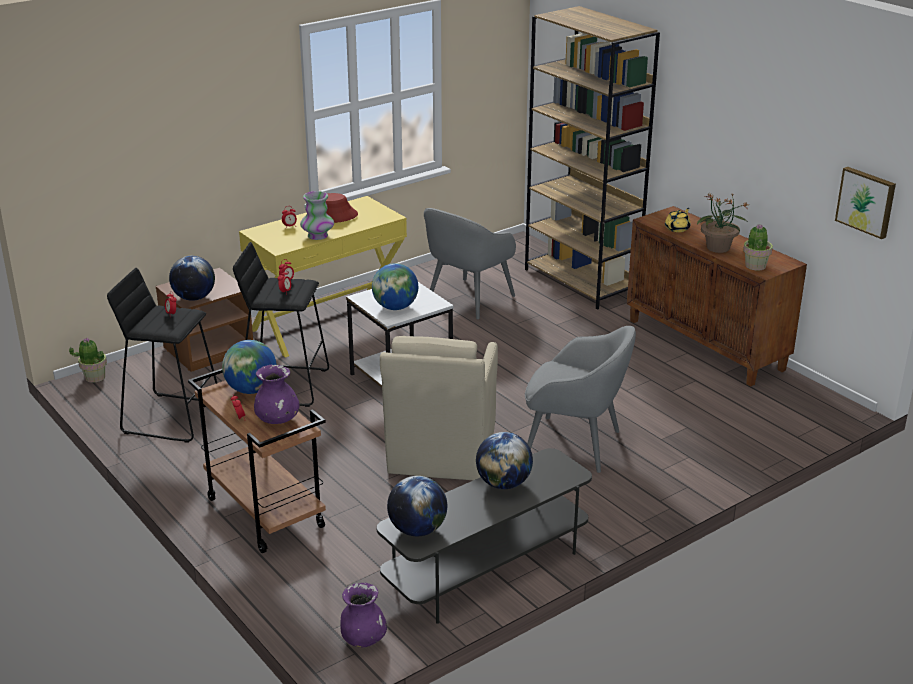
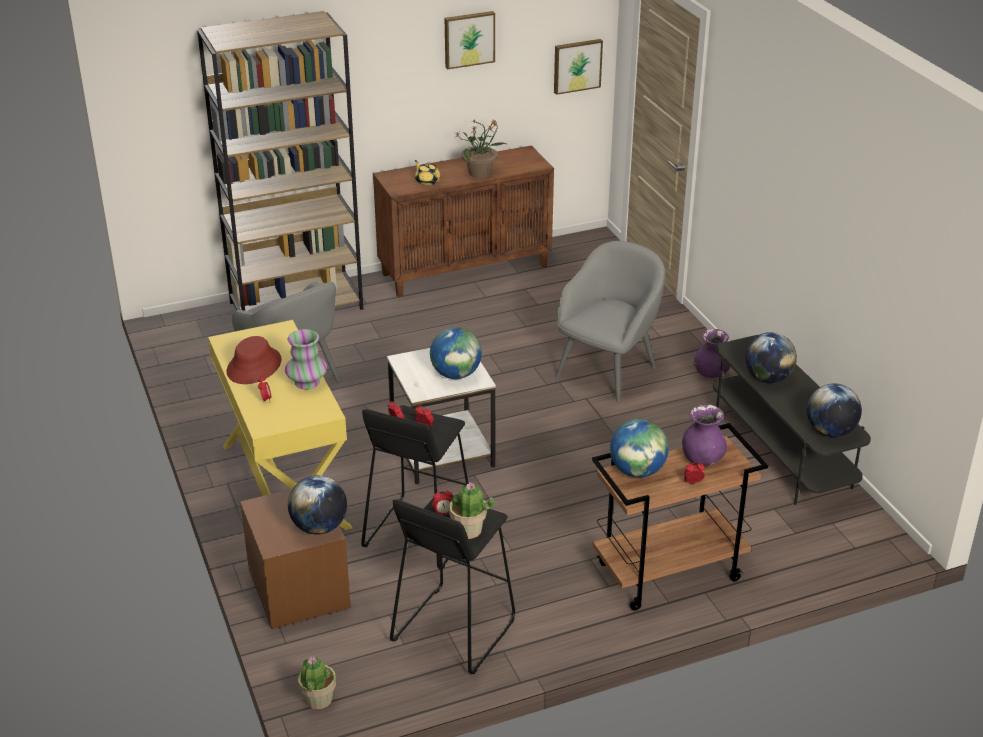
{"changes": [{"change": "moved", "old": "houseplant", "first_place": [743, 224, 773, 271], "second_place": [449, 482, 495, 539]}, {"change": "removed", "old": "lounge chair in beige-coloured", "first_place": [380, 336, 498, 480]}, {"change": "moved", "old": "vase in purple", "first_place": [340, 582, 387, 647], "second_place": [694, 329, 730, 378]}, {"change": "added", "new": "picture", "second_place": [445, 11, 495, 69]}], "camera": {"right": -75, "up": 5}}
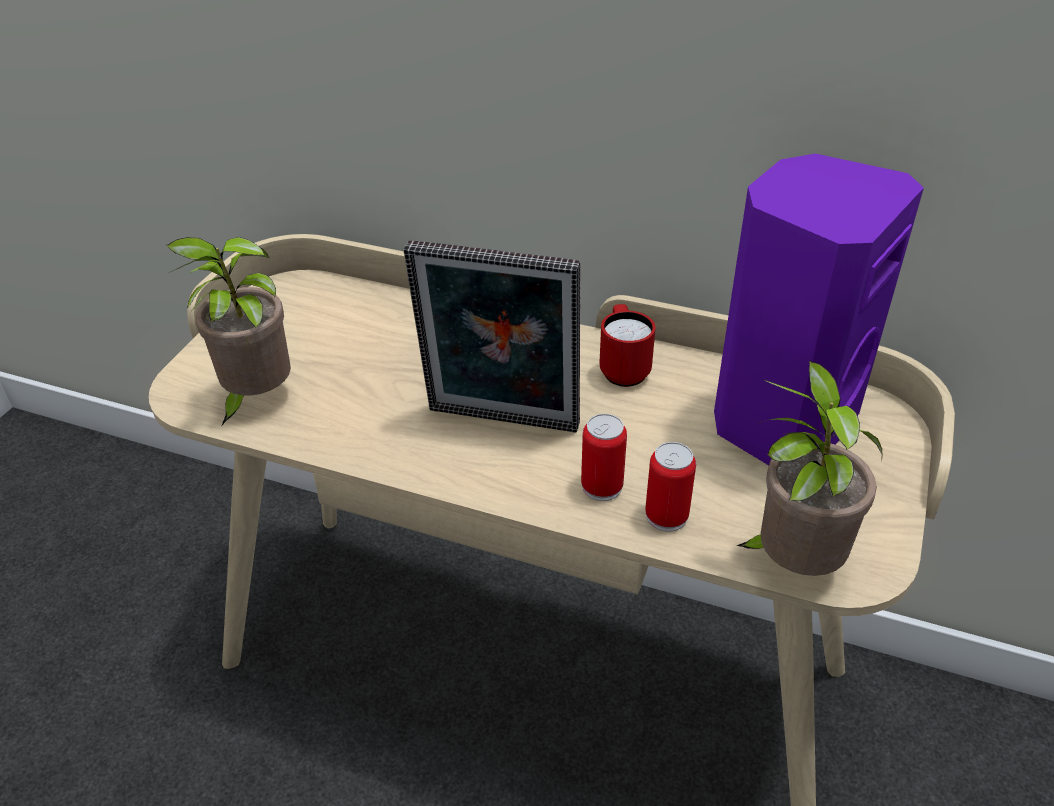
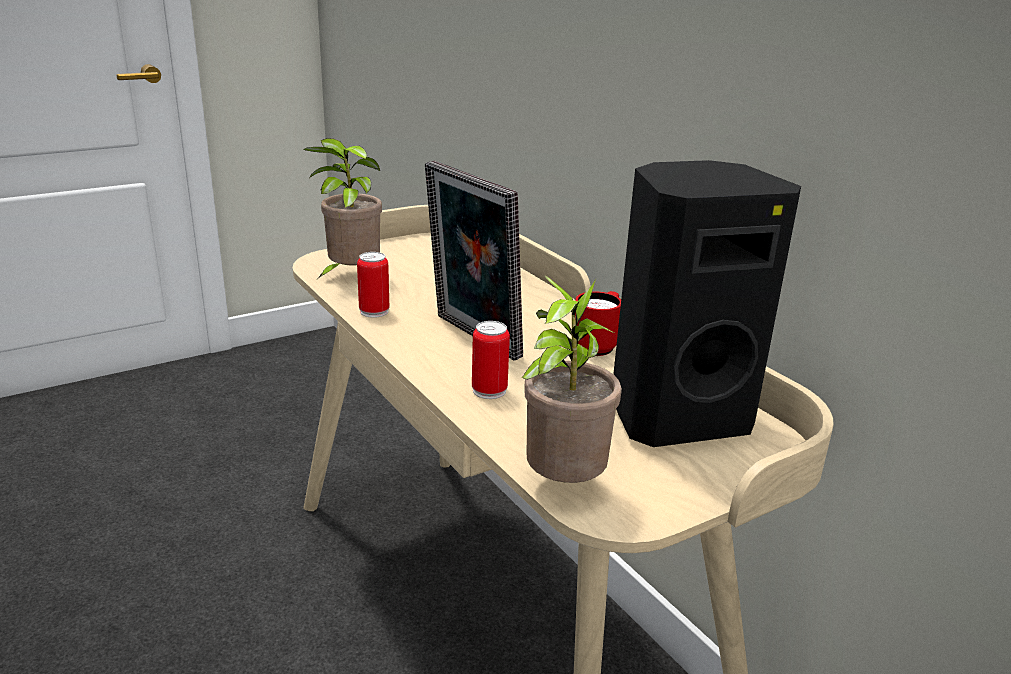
{"changes": [{"change": "recoloured", "old": "audio speaker in purple", "new": "audio speaker in black-coloured", "first_place": [714, 154, 924, 465], "second_place": [613, 160, 801, 447]}, {"change": "moved", "old": "sealed can", "first_place": [645, 442, 696, 532], "second_place": [357, 252, 389, 318]}], "camera": {"right": 35, "up": -15}}
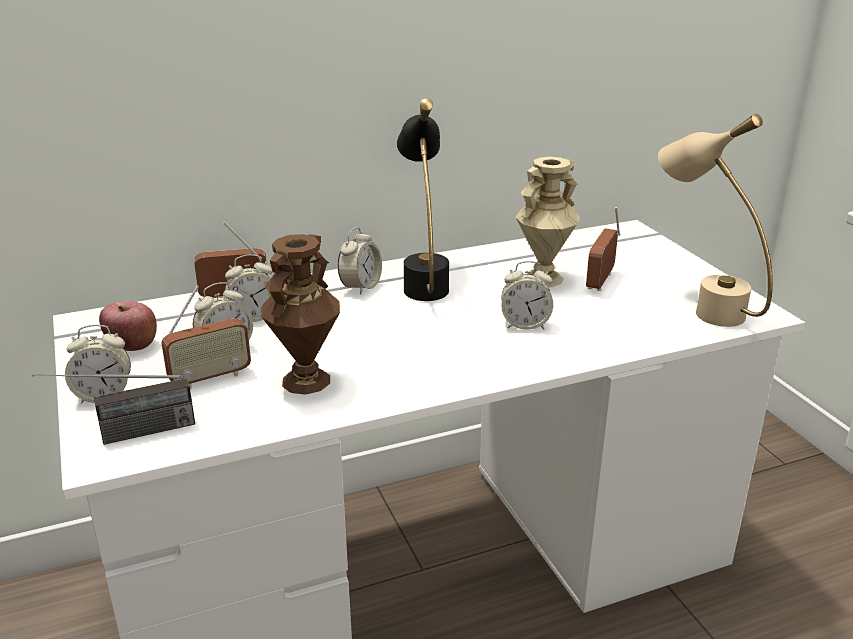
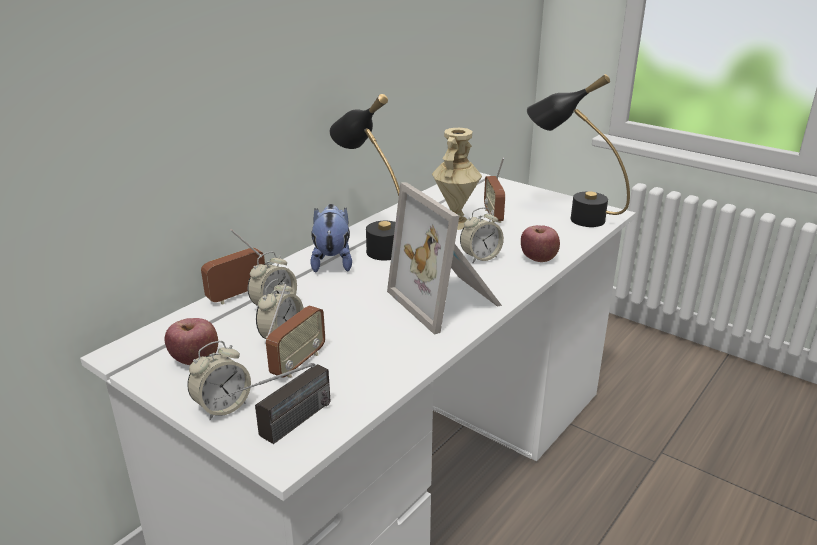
{"changes": [{"change": "recoloured", "old": "table lamp in beige-coloured", "new": "table lamp in black-coloured", "first_place": [658, 114, 773, 327], "second_place": [527, 74, 630, 227]}, {"change": "replaced", "old": "table clock", "new": "plush toy", "first_place": [338, 227, 382, 295], "second_place": [310, 204, 352, 272]}, {"change": "removed", "old": "vase in brownish", "first_place": [261, 234, 340, 395]}, {"change": "added", "new": "picture frame", "second_place": [387, 182, 502, 335]}, {"change": "added", "new": "apple fruit", "second_place": [521, 225, 560, 262]}], "camera": {"right": -30, "up": 0}}
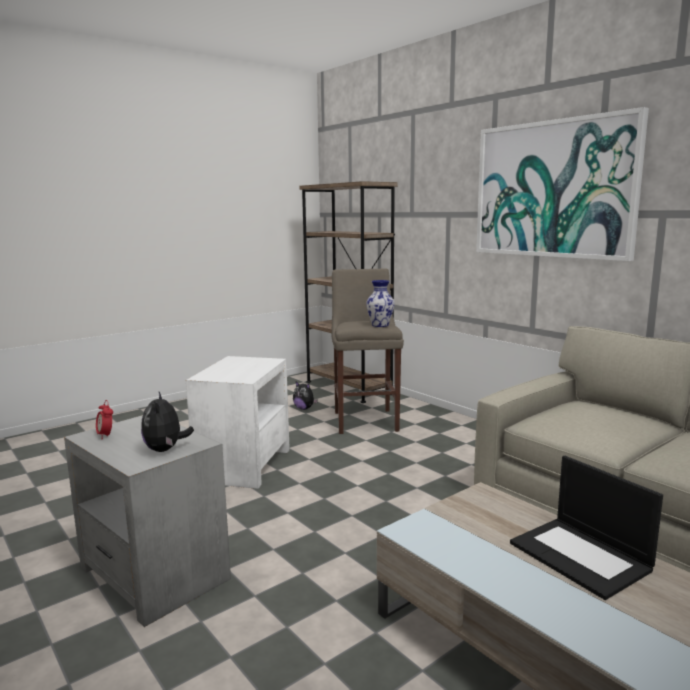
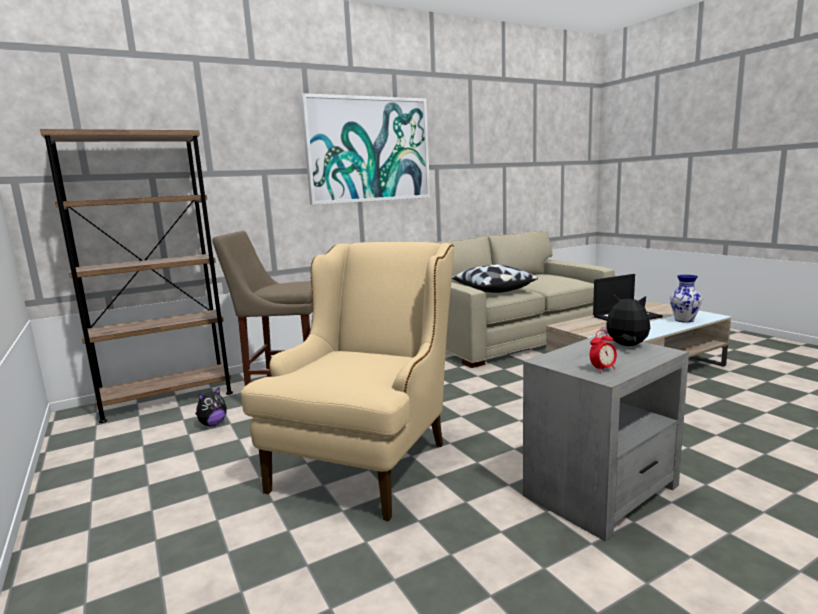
{"changes": [{"change": "moved", "old": "vase", "first_place": [366, 280, 395, 327], "second_place": [670, 275, 702, 323]}, {"change": "replaced", "old": "accent table in white-coloured", "new": "lounge chair in beige-coloured", "first_place": [186, 356, 290, 489], "second_place": [241, 242, 454, 521]}, {"change": "turned", "old": "plush toy", "first_place": [141, 392, 194, 452], "second_place": [601, 294, 650, 346], "degrees": -150}, {"change": "added", "new": "cushion", "second_place": [452, 264, 538, 293]}], "camera": {"right": -80, "up": 0}}
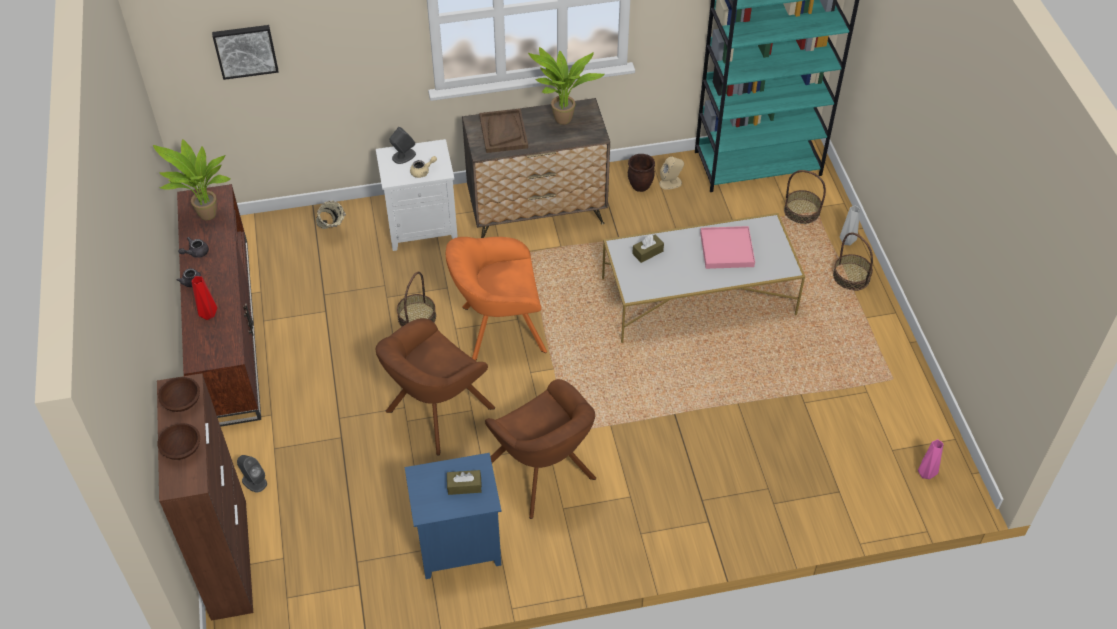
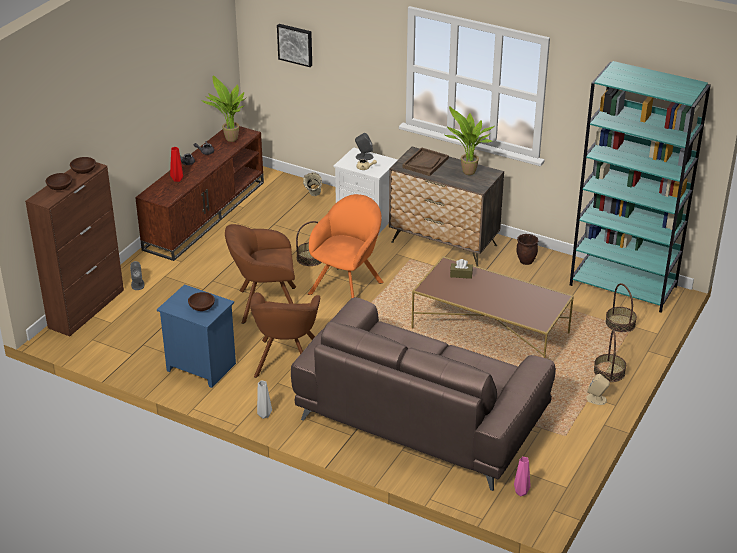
{"changes": [{"change": "moved", "old": "audio speaker in beige-coloured", "first_place": [659, 156, 684, 190], "second_place": [587, 374, 610, 405]}, {"change": "moved", "old": "vase in grey", "first_place": [839, 205, 860, 245], "second_place": [257, 381, 272, 419]}, {"change": "recoloured", "old": "low table in white-coloured", "new": "low table in brownish", "first_place": [602, 213, 805, 343], "second_place": [411, 256, 574, 358]}, {"change": "removed", "old": "tray in pink", "first_place": [700, 226, 755, 269]}, {"change": "turned", "old": "lounge chair in orange-coloured", "first_place": [446, 237, 547, 361], "second_place": [308, 194, 384, 298], "degrees": 90}, {"change": "replaced", "old": "tissue holder in brownish", "new": "serving bowl in brownish", "first_place": [447, 470, 482, 495], "second_place": [188, 292, 215, 311]}, {"change": "added", "new": "settee in brownish", "second_place": [291, 297, 556, 491]}], "camera": {"right": 40, "up": -15}}
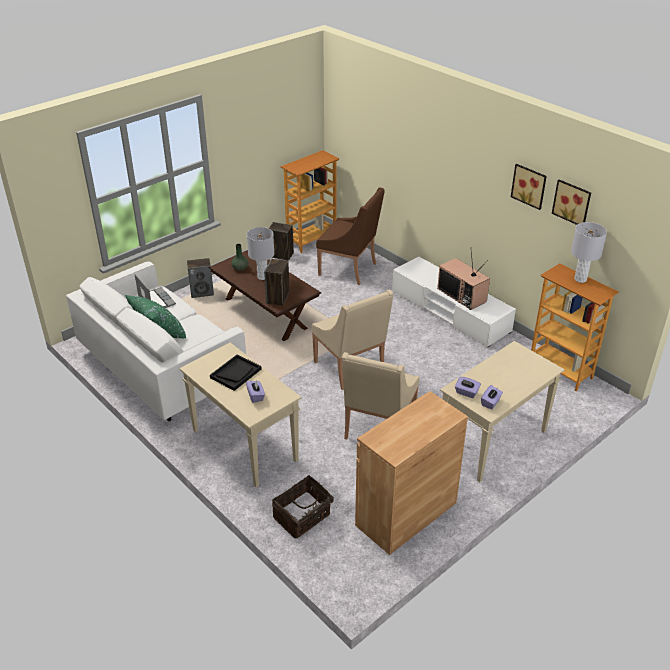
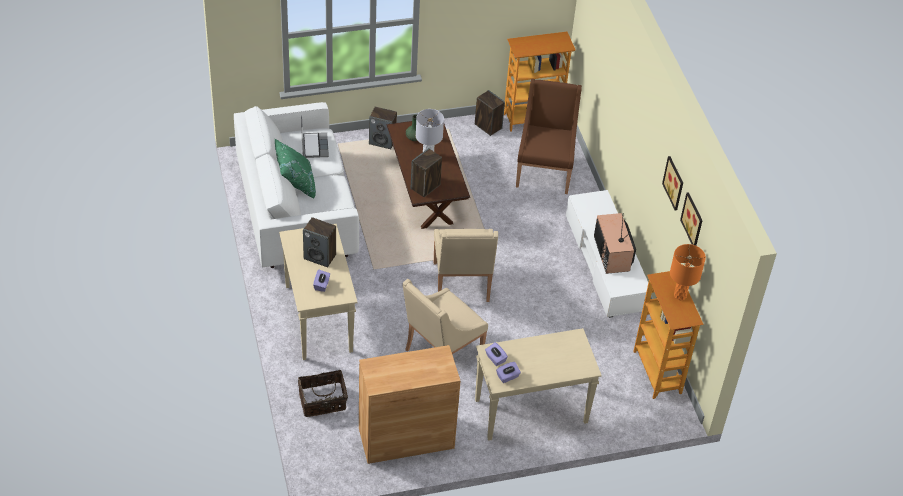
{"changes": [{"change": "turned", "old": "lounge chair in brownish", "first_place": [316, 187, 384, 285], "second_place": [516, 79, 582, 194], "degrees": -135}, {"change": "recoloured", "old": "table lamp in grey", "new": "table lamp in orange-coloured", "first_place": [571, 222, 607, 283], "second_place": [670, 244, 706, 300]}, {"change": "replaced", "old": "tray in black-coloured", "new": "audio speaker", "first_place": [210, 354, 262, 391], "second_place": [303, 217, 336, 267]}], "camera": {"right": 25, "up": 10}}
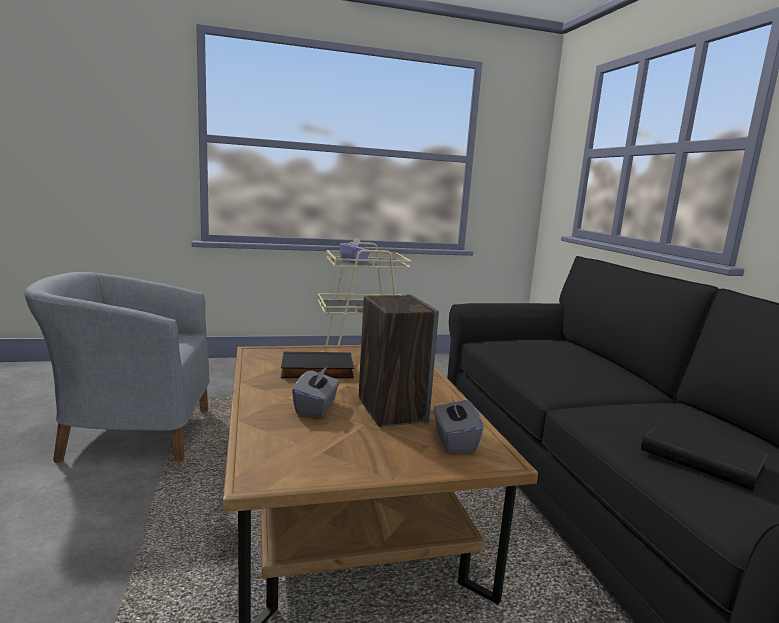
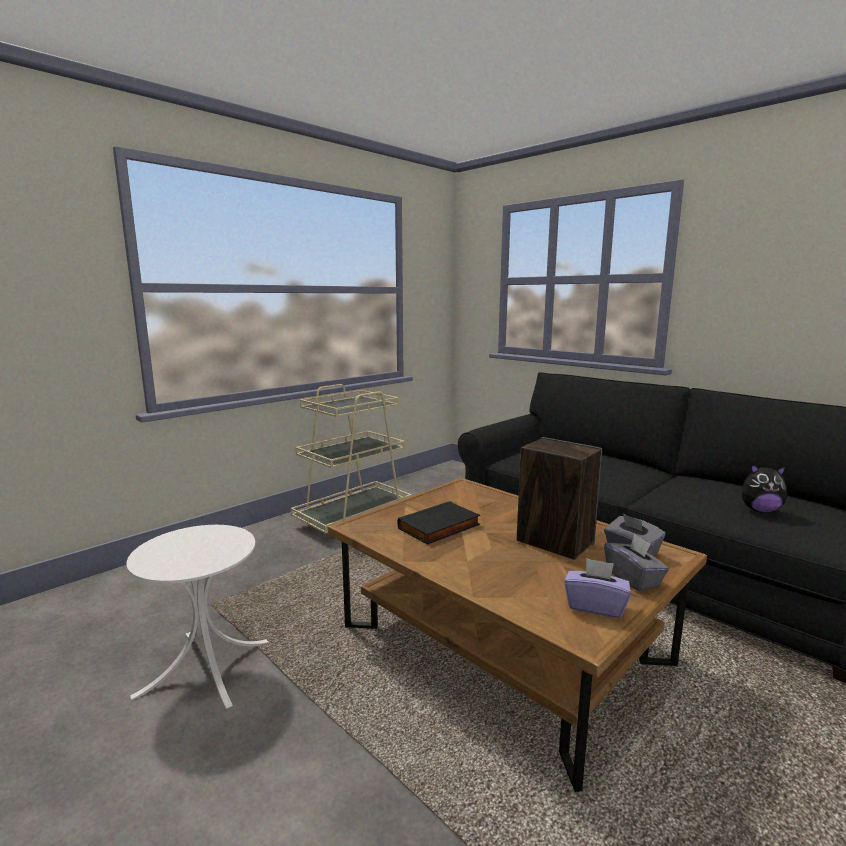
{"changes": [{"change": "moved", "old": "tissue holder in purple", "first_place": [339, 238, 370, 263], "second_place": [564, 558, 631, 618]}, {"change": "replaced", "old": "lounge chair in grey", "new": "accent table in white-coloured", "first_place": [24, 272, 210, 463], "second_place": [126, 525, 268, 709]}, {"change": "moved", "old": "tissue holder in grey", "first_place": [292, 366, 340, 417], "second_place": [604, 534, 669, 592]}, {"change": "replaced", "old": "volume in black-coloured", "new": "plush toy", "first_place": [641, 419, 769, 491], "second_place": [741, 464, 787, 513]}], "camera": {"right": -30, "up": 0}}
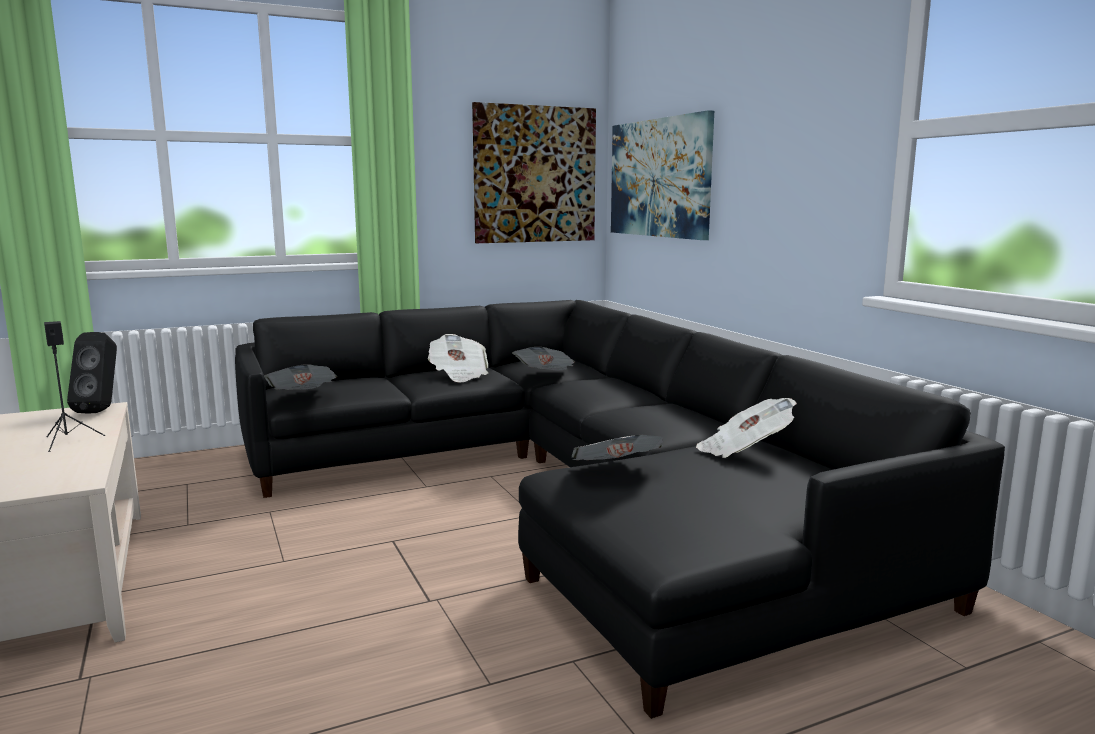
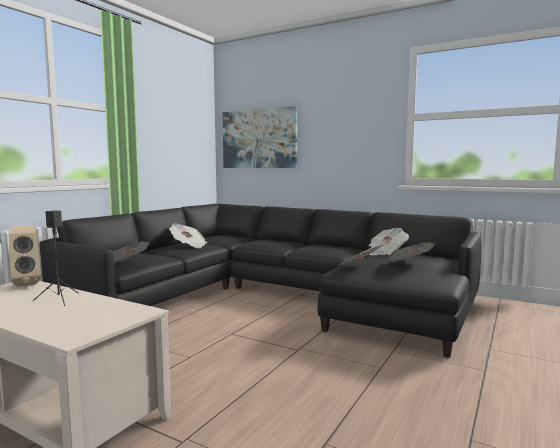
{"changes": [{"change": "removed", "old": "picture", "first_place": [472, 102, 596, 243]}, {"change": "recoloured", "old": "audio speaker in black-coloured", "new": "audio speaker in beige-coloured", "first_place": [67, 332, 117, 413], "second_place": [9, 225, 41, 287]}, {"change": "moved", "old": "printed paper", "first_place": [512, 347, 575, 370], "second_place": [386, 242, 435, 260]}], "camera": {"right": -35, "up": -5}}
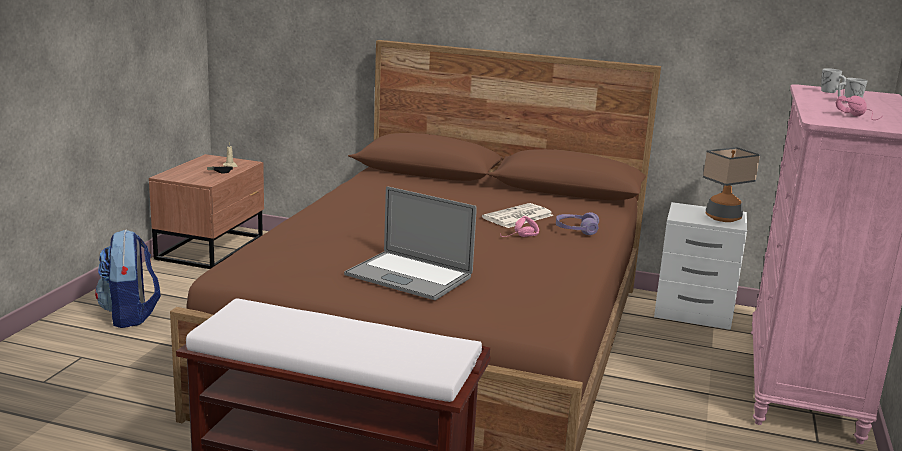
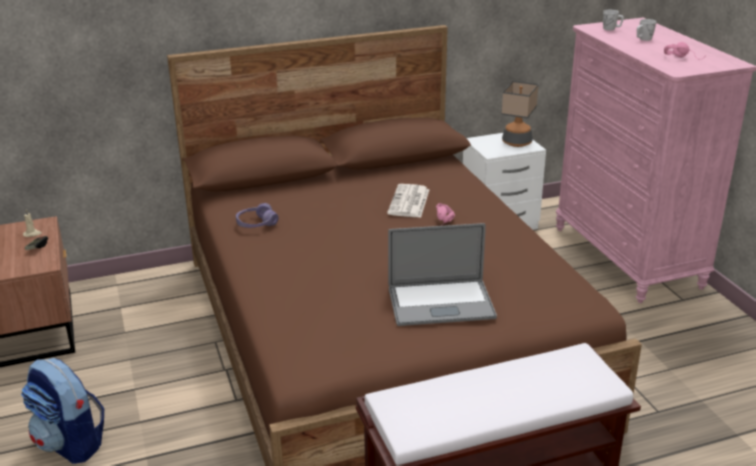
{"changes": [{"change": "moved", "old": "headset in purple", "first_place": [556, 212, 599, 235], "second_place": [236, 203, 279, 228]}], "camera": {"right": -35, "up": 10}}
